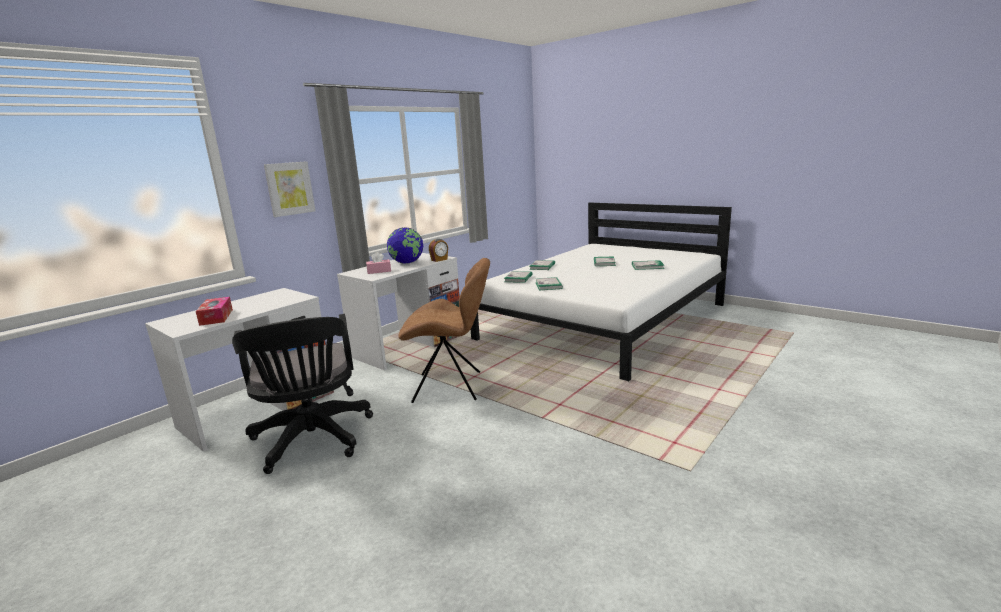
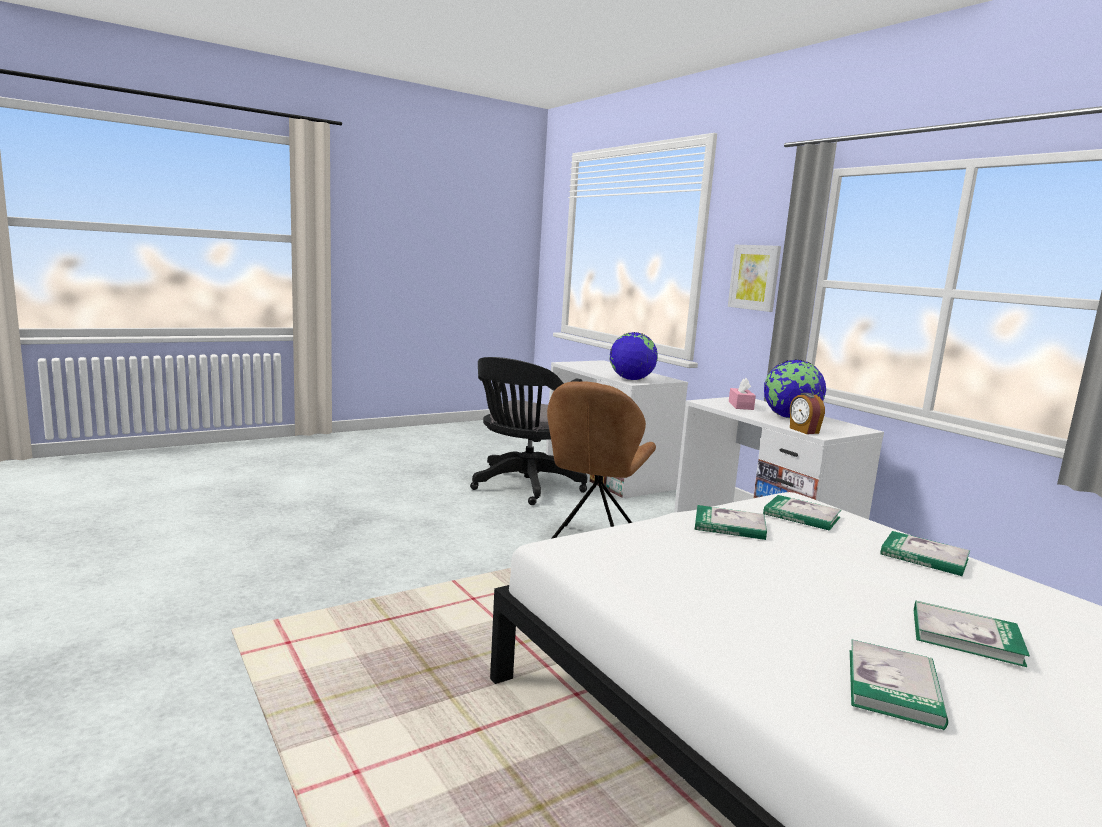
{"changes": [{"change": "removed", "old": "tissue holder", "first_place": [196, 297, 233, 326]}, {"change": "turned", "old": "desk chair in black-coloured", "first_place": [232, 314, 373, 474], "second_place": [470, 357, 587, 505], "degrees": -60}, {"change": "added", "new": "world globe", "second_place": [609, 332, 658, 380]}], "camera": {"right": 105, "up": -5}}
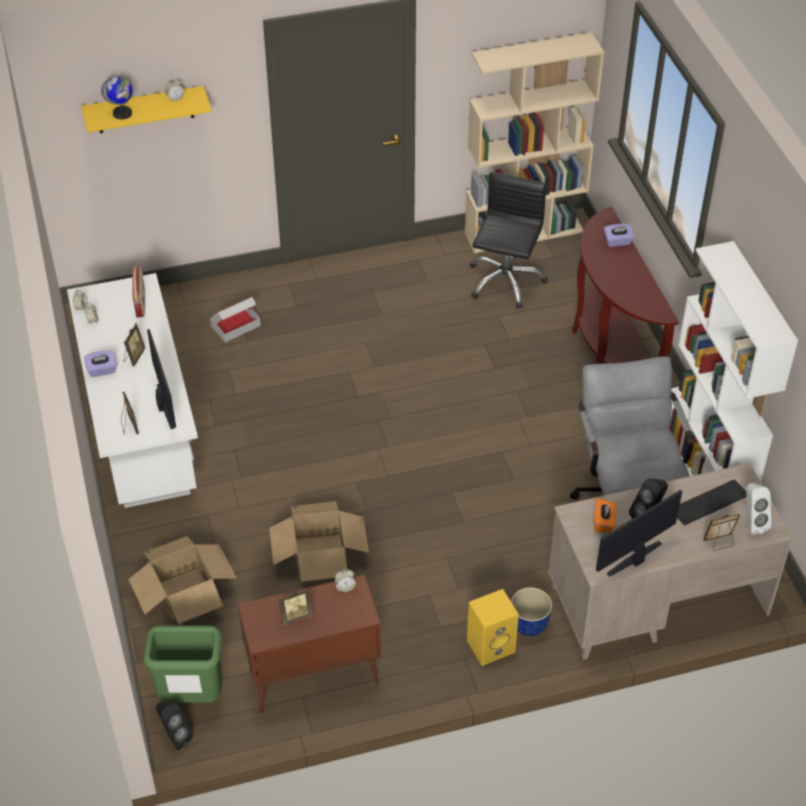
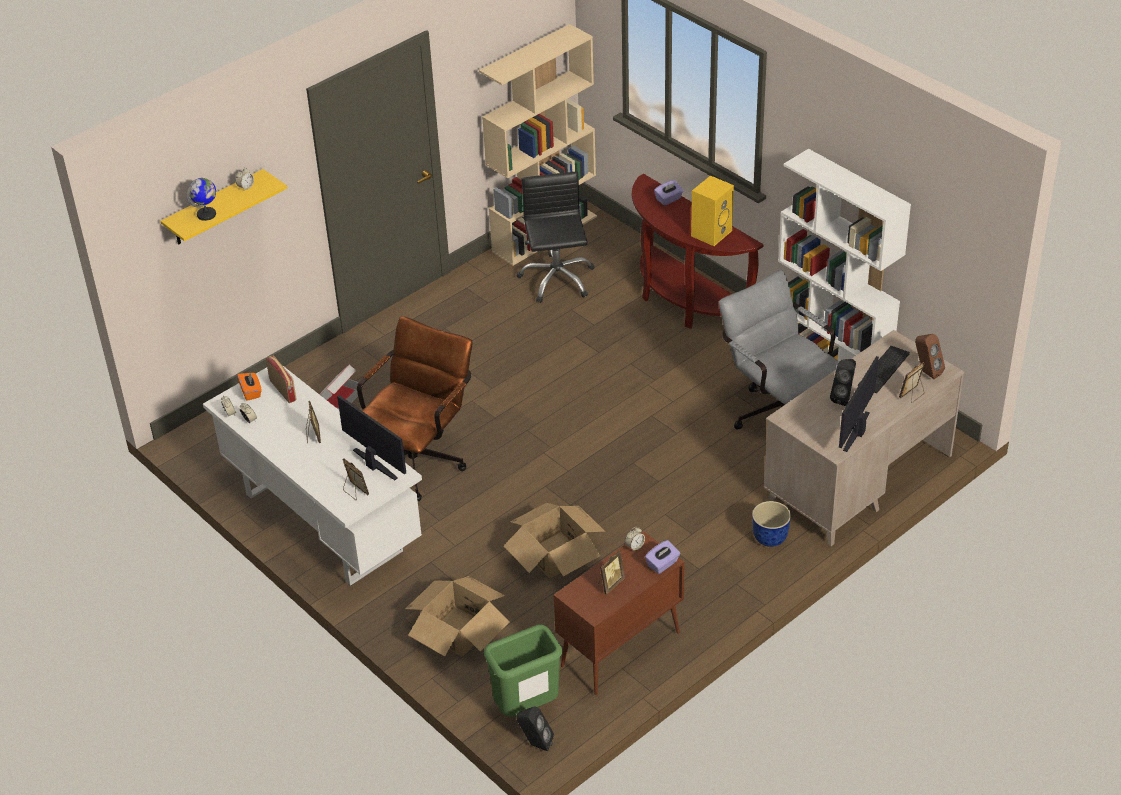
{"changes": [{"change": "moved", "old": "tissue holder in purple", "first_place": [84, 350, 117, 377], "second_place": [645, 540, 680, 574]}, {"change": "recoloured", "old": "audio speaker in white-coloured", "new": "audio speaker in brownish", "first_place": [746, 483, 771, 535], "second_place": [915, 334, 945, 379]}, {"change": "moved", "old": "tissue holder in orange-coloured", "first_place": [594, 498, 616, 533], "second_place": [237, 373, 262, 401]}, {"change": "moved", "old": "audio speaker in yellowish", "first_place": [467, 589, 519, 666], "second_place": [691, 175, 734, 246]}, {"change": "added", "new": "desk chair in brownish", "second_place": [357, 316, 472, 501]}], "camera": {"right": -25, "up": -5}}
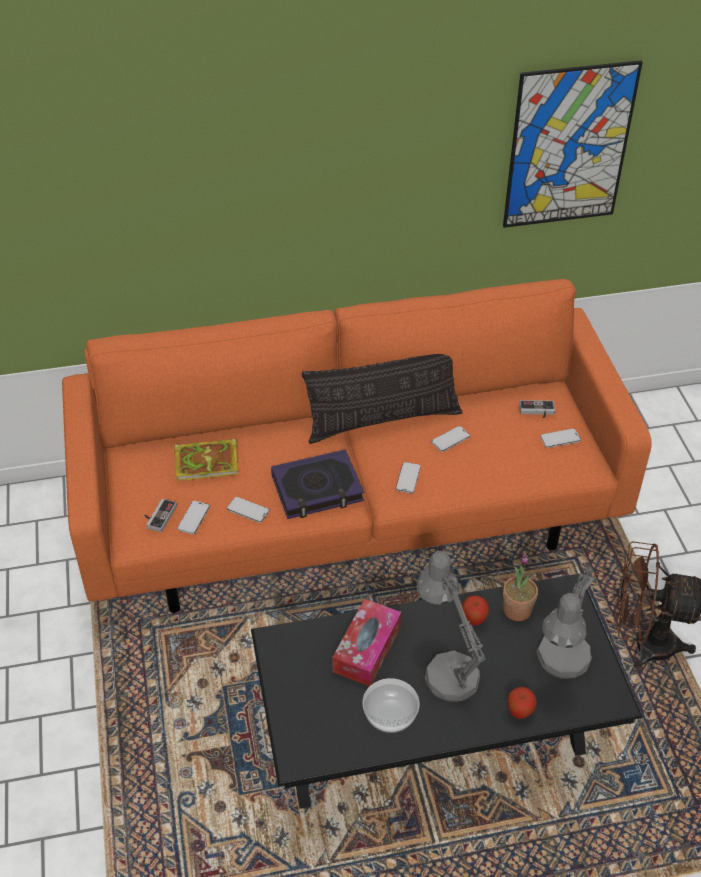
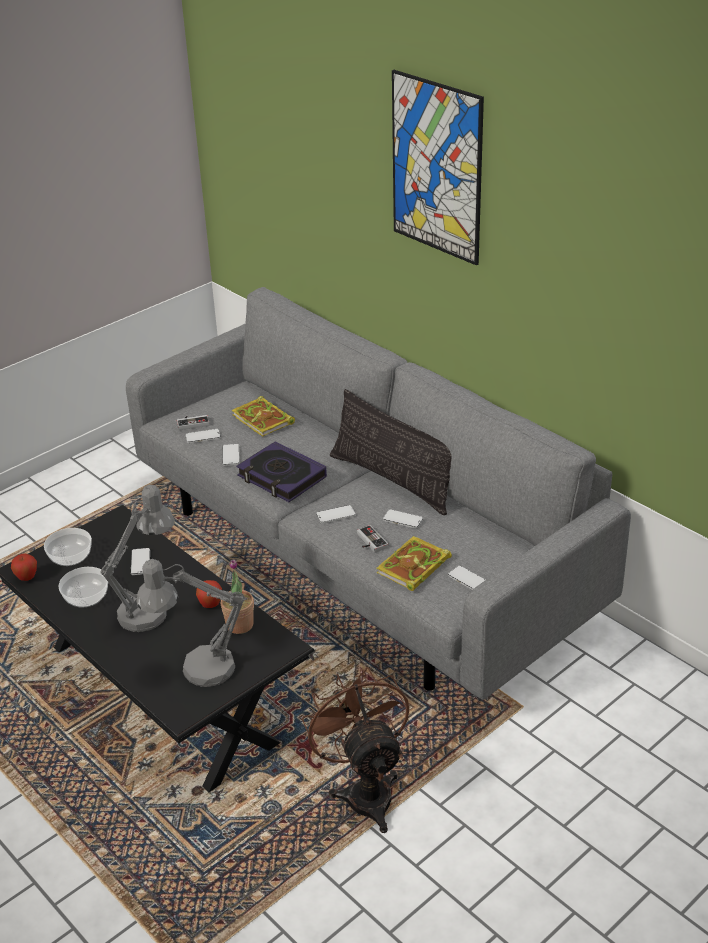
{"changes": [{"change": "moved", "old": "picture", "first_place": [503, 60, 643, 228], "second_place": [392, 70, 484, 266]}, {"change": "recoloured", "old": "settee in orange-coloured", "new": "settee in grey", "first_place": [62, 279, 652, 613], "second_place": [126, 287, 631, 700]}, {"change": "moved", "old": "game controller", "first_place": [519, 400, 555, 418], "second_place": [357, 525, 388, 553]}, {"change": "replaced", "old": "tissue holder", "new": "telephone", "first_place": [332, 599, 401, 686], "second_place": [131, 548, 150, 575]}, {"change": "moved", "old": "apple fruit", "first_place": [507, 687, 537, 719], "second_place": [11, 553, 37, 581]}, {"change": "added", "new": "serving bowl", "second_place": [44, 528, 92, 566]}, {"change": "added", "new": "volume", "second_place": [376, 536, 452, 591]}], "camera": {"right": 60, "up": -10}}
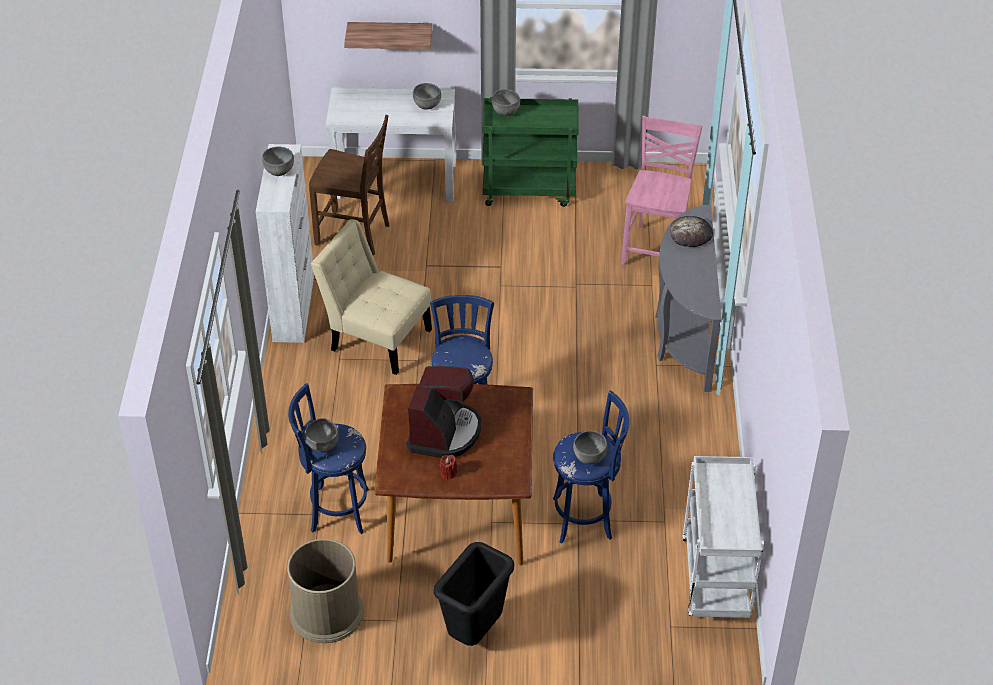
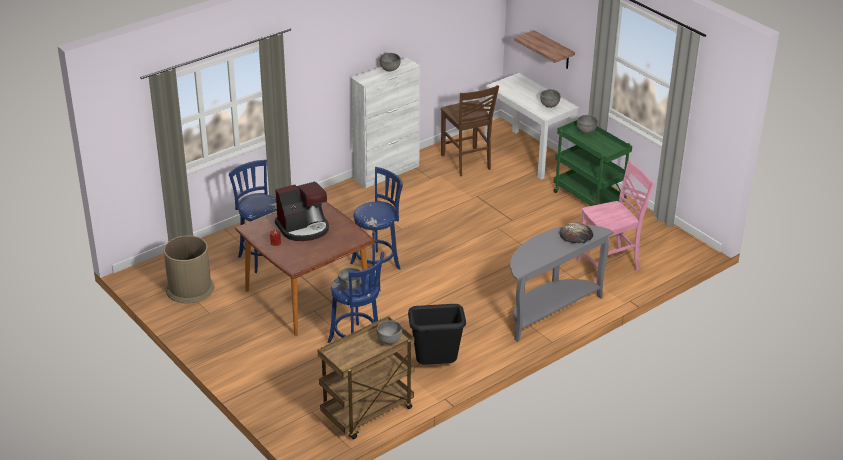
{"changes": [{"change": "removed", "old": "chair in beige-coloured", "first_place": [311, 219, 432, 375]}, {"change": "moved", "old": "serving bowl in grey", "first_place": [304, 418, 339, 452], "second_place": [376, 320, 402, 345]}, {"change": "recoloured", "old": "trolley in white-coloured", "new": "trolley in brownish", "first_place": [682, 456, 764, 618], "second_place": [318, 316, 414, 439]}, {"change": "moved", "old": "rubbish bin in black-coloured", "first_place": [434, 542, 514, 646], "second_place": [408, 304, 466, 365]}], "camera": {"right": 50, "up": -10}}
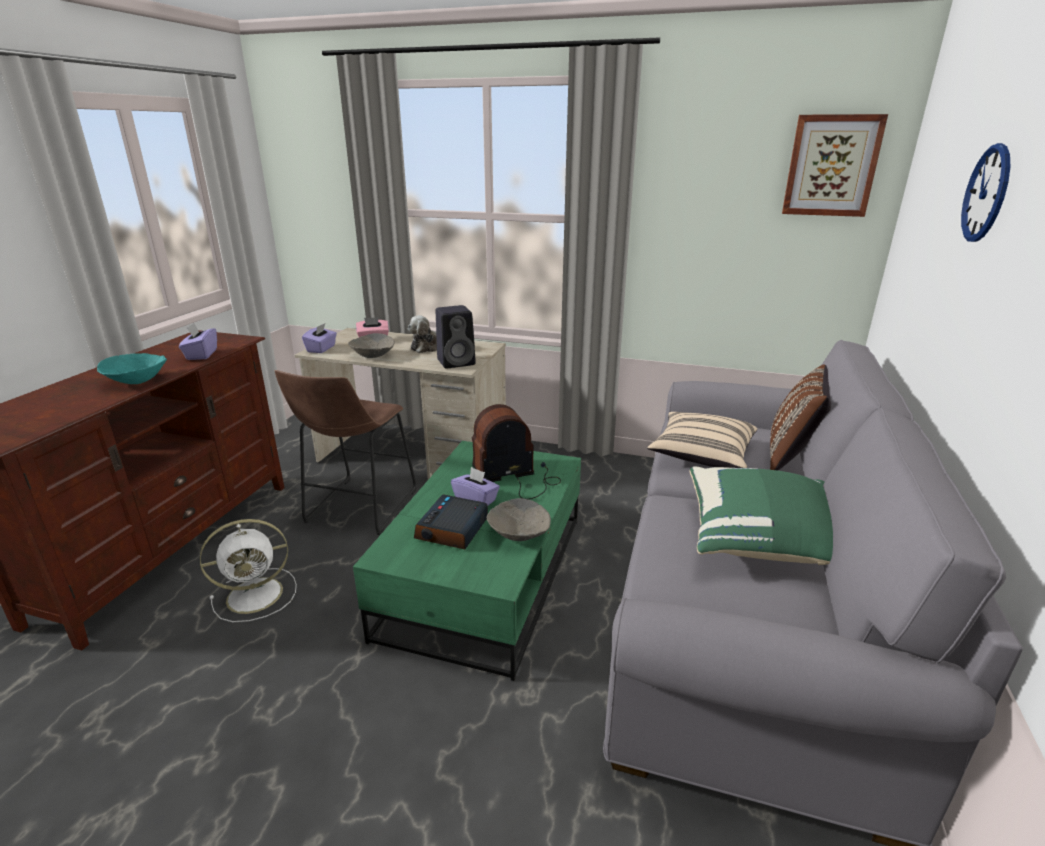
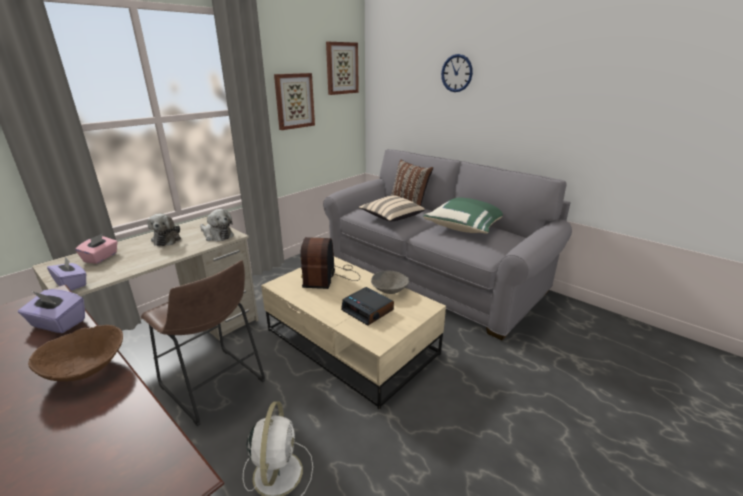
{"changes": [{"change": "replaced", "old": "audio speaker in black-coloured", "new": "plush toy", "first_place": [436, 305, 476, 368], "second_place": [200, 209, 234, 242]}, {"change": "removed", "old": "serving bowl in grey", "first_place": [348, 333, 395, 358]}, {"change": "recoloured", "old": "serving bowl in turquoise", "new": "serving bowl in brownish", "first_place": [97, 353, 167, 384], "second_place": [28, 325, 123, 382]}, {"change": "recoloured", "old": "low table in greenish", "new": "low table in beige-coloured", "first_place": [353, 441, 581, 681], "second_place": [261, 256, 446, 410]}, {"change": "removed", "old": "tissue holder in purple", "first_place": [451, 467, 500, 505]}, {"change": "added", "new": "picture", "second_place": [274, 73, 315, 130]}], "camera": {"right": -65, "up": 0}}
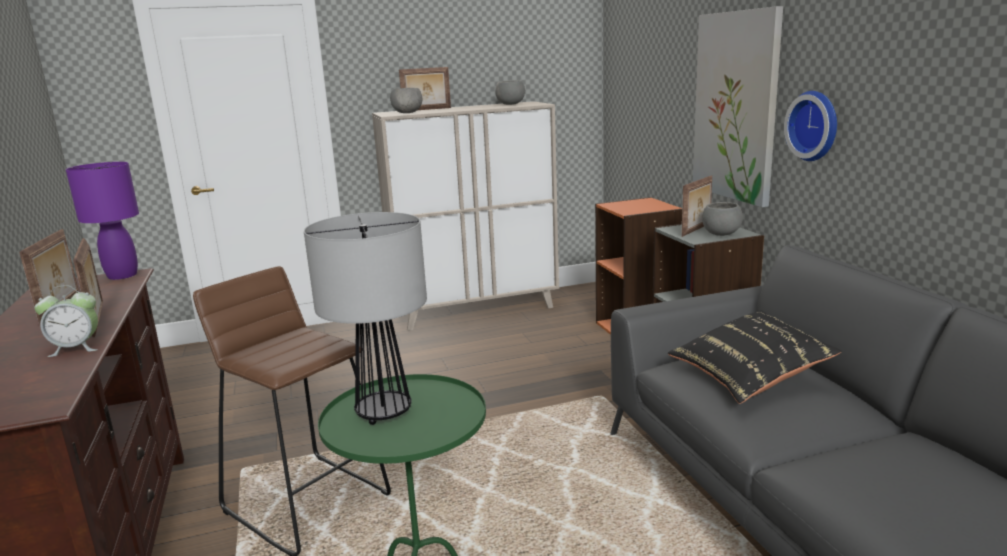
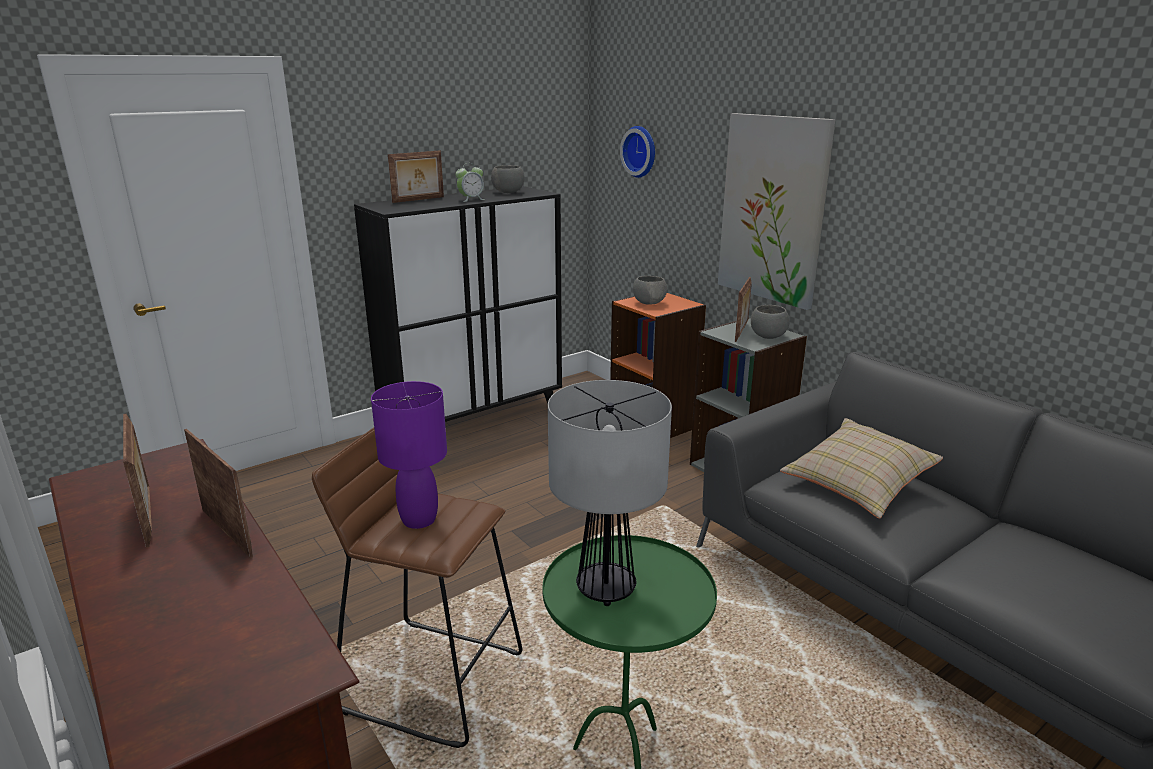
{"changes": [{"change": "moved", "old": "serving bowl in grey", "first_place": [390, 88, 422, 113], "second_place": [633, 276, 667, 305]}, {"change": "moved", "old": "clock on the wall", "first_place": [784, 91, 837, 161], "second_place": [620, 126, 655, 178]}, {"change": "recoloured", "old": "storage cabinet in beige-coloured", "new": "storage cabinet in black-coloured", "first_place": [372, 101, 559, 331], "second_place": [354, 186, 562, 422]}, {"change": "moved", "old": "table lamp in purple", "first_place": [66, 162, 139, 280], "second_place": [371, 381, 447, 529]}, {"change": "moved", "old": "table clock", "first_place": [34, 285, 98, 357], "second_place": [456, 163, 485, 202]}, {"change": "recoloured", "old": "cushion in black-coloured", "new": "cushion in beige-coloured", "first_place": [668, 310, 842, 404], "second_place": [780, 418, 943, 519]}], "camera": {"right": -20, "up": 5}}
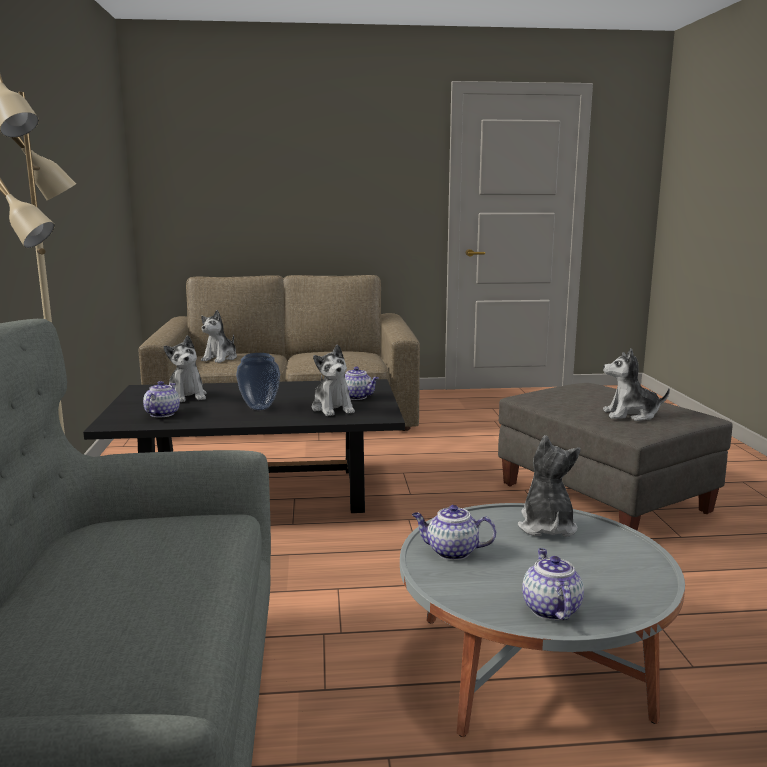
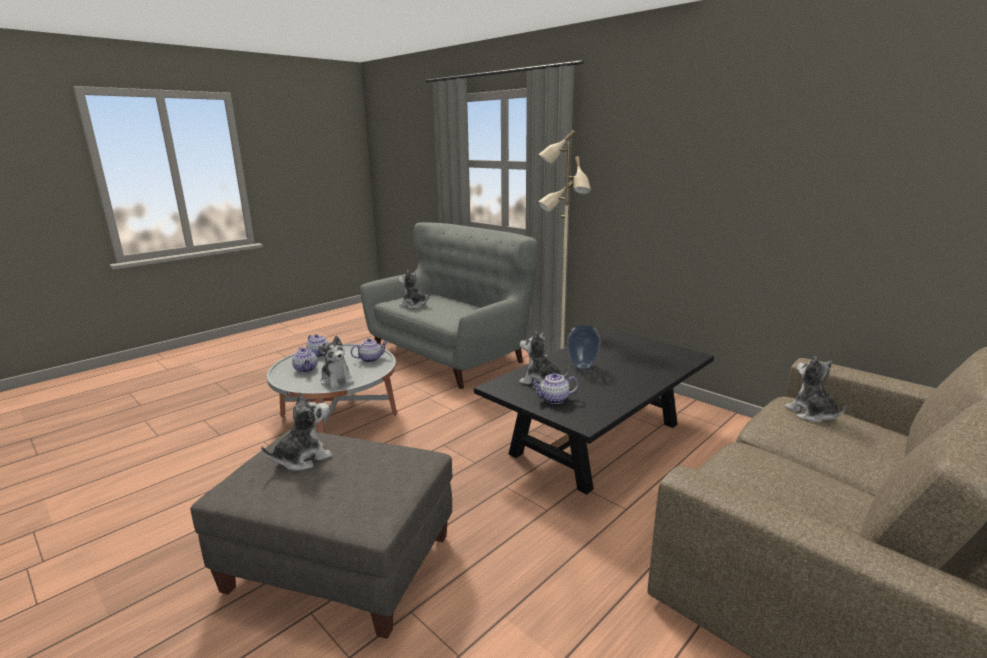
{"changes": [{"change": "moved", "old": "plush toy", "first_place": [163, 335, 207, 402], "second_place": [399, 270, 430, 309]}, {"change": "moved", "old": "teapot", "first_place": [143, 381, 180, 417], "second_place": [292, 347, 318, 373]}], "camera": {"right": 140, "up": 5}}
